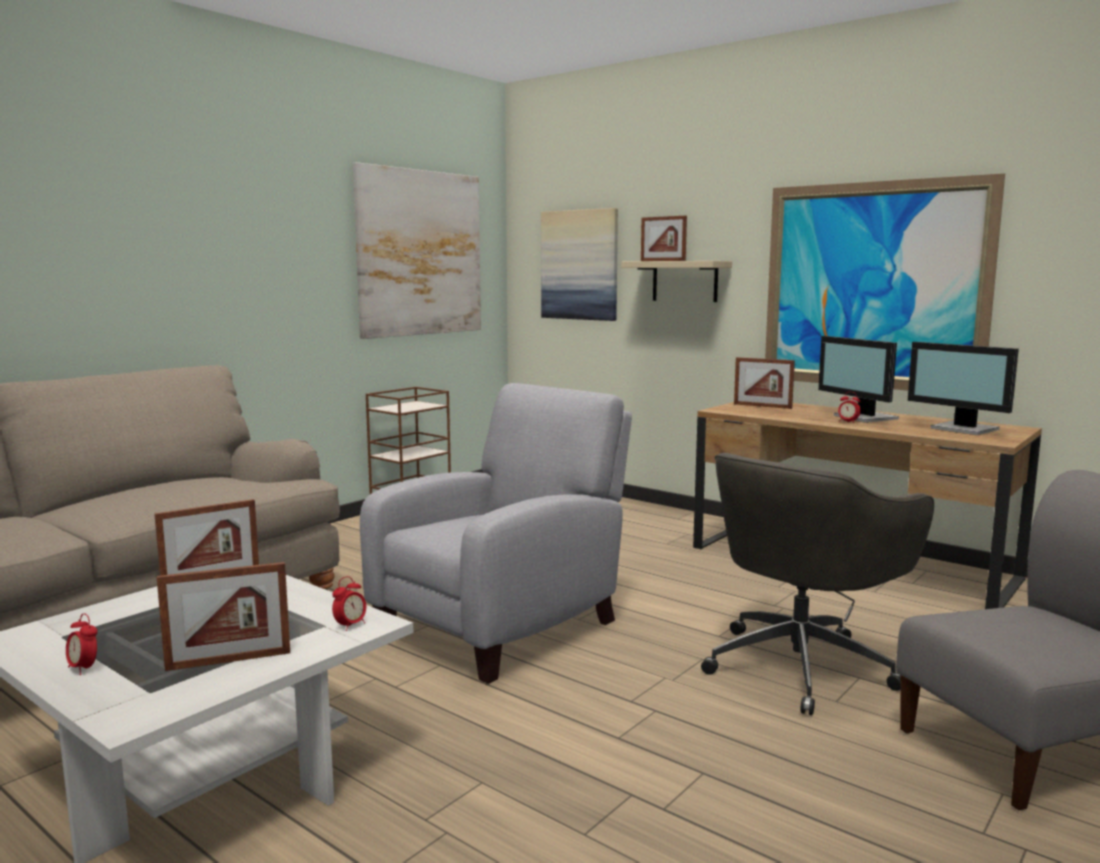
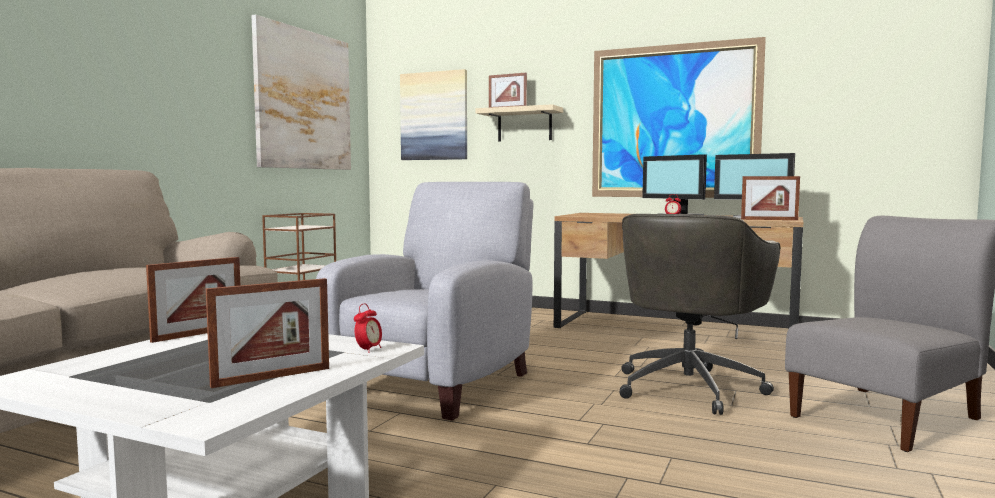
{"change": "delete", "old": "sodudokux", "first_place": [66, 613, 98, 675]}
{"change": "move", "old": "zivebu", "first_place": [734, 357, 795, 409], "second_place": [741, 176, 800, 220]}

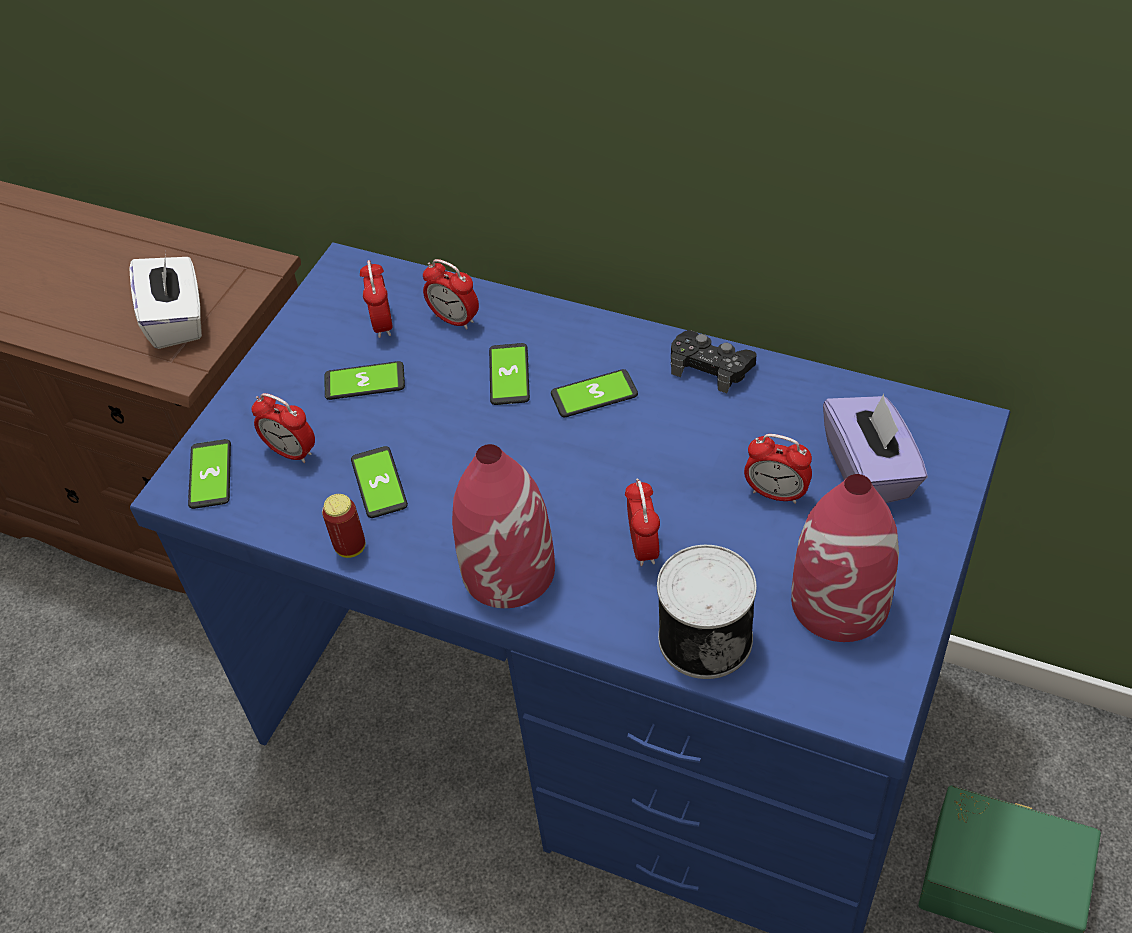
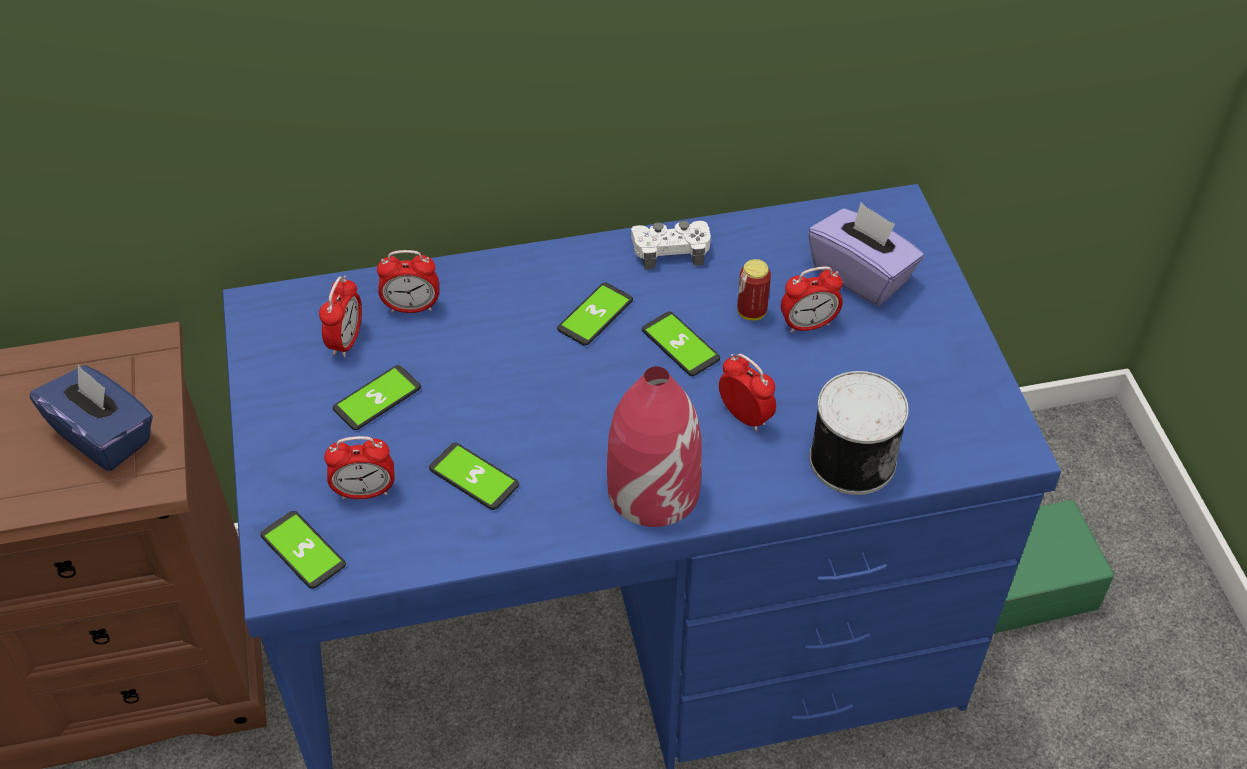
{"change": "recolor", "old": "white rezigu", "new": "blue rezigu", "first_place": [130, 251, 202, 349], "second_place": [30, 364, 153, 471]}
{"change": "move", "old": "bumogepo", "first_place": [322, 494, 365, 558], "second_place": [737, 259, 771, 321]}
{"change": "rotate", "old": "sodudokux", "first_place": [360, 260, 393, 338], "second_place": [319, 276, 362, 357], "degrees": -120}
{"change": "move", "old": "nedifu", "first_place": [489, 343, 530, 405], "second_place": [642, 311, 720, 376]}
{"change": "recolor", "old": "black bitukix", "new": "white bitukix", "first_place": [671, 330, 756, 393], "second_place": [631, 221, 711, 269]}
{"change": "delete", "old": "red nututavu", "first_place": [791, 474, 899, 642]}

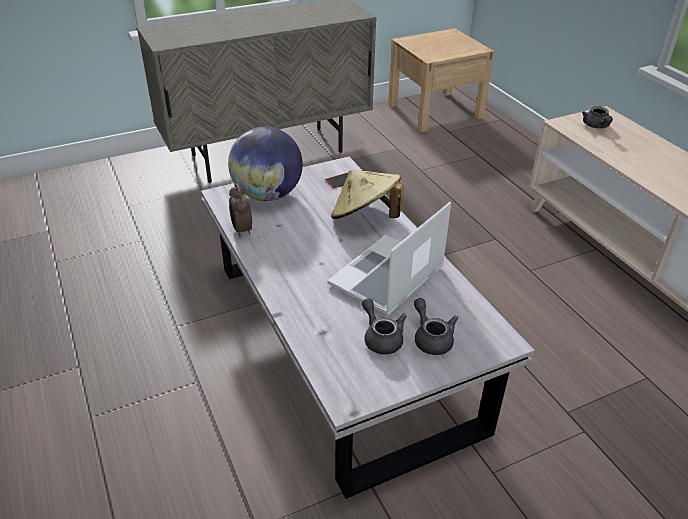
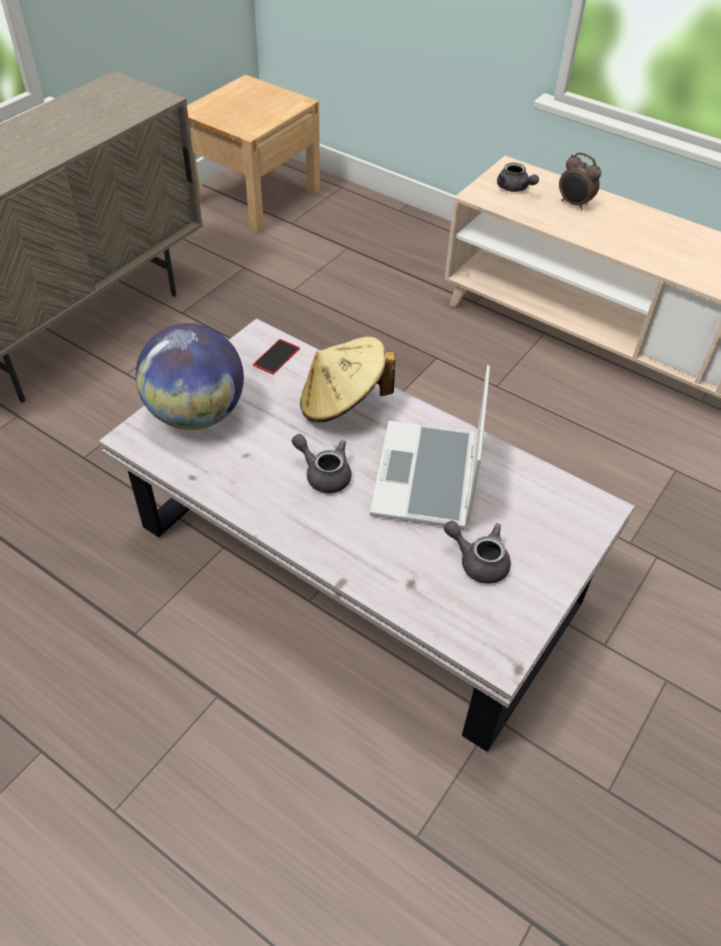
{"change": "move", "old": "sodudokux", "first_place": [229, 183, 252, 237], "second_place": [559, 152, 601, 210]}
{"change": "move", "old": "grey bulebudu", "first_place": [414, 298, 458, 355], "second_place": [292, 434, 351, 493]}

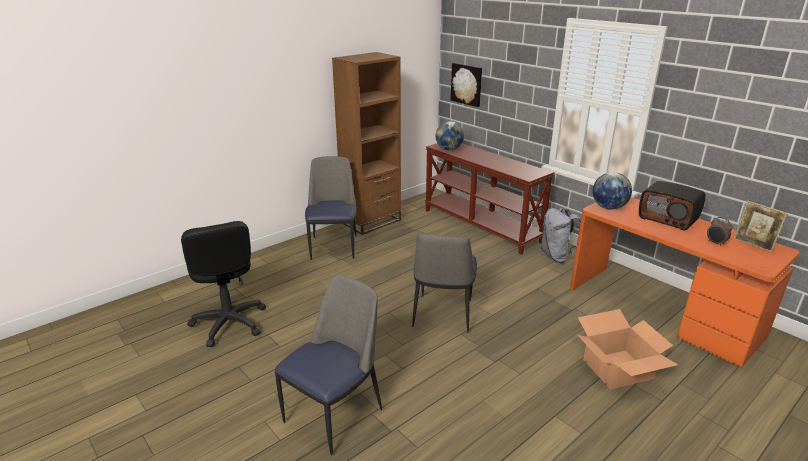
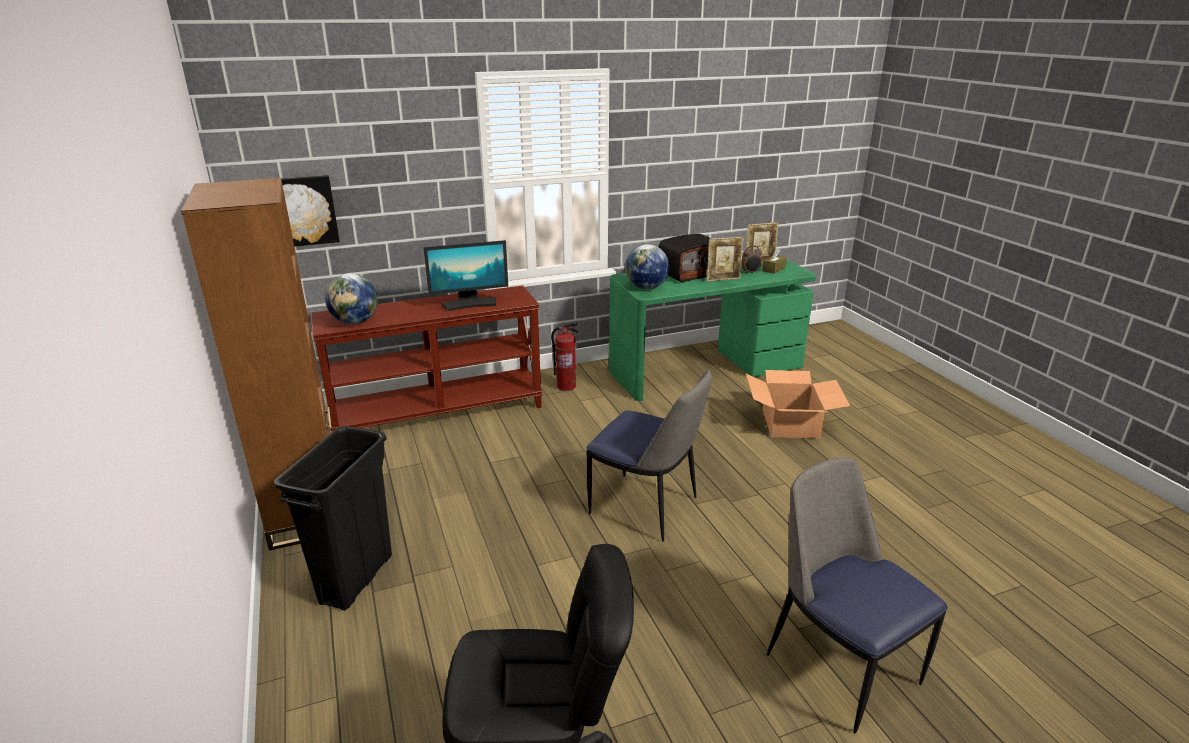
{"change": "replace", "old": "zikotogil", "new": "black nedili", "first_place": [305, 156, 357, 260], "second_place": [274, 426, 392, 611]}
{"change": "replace", "old": "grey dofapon", "new": "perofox", "first_place": [541, 208, 581, 263], "second_place": [551, 322, 579, 391]}
{"change": "recolor", "old": "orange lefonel", "new": "green lefonel", "first_place": [570, 197, 800, 367], "second_place": [609, 260, 817, 401]}
{"change": "insert", "new": "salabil", "second_place": [423, 240, 508, 311]}
{"change": "insert", "new": "zivebu", "second_place": [707, 237, 744, 282]}
{"change": "insert", "new": "brown rezigu", "second_place": [762, 249, 787, 274]}

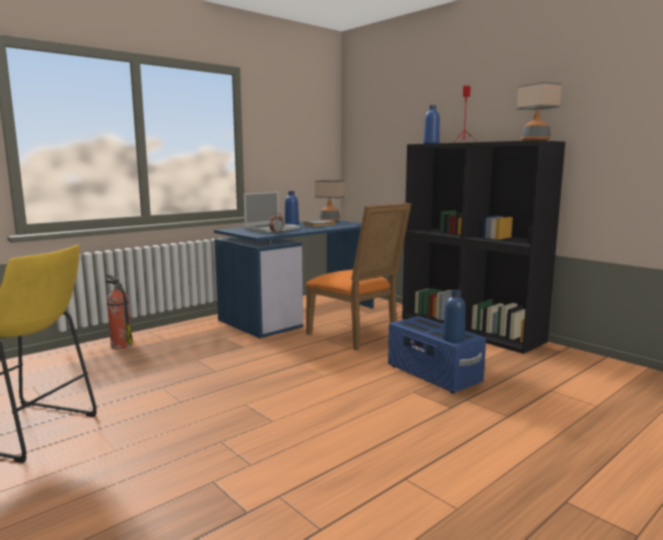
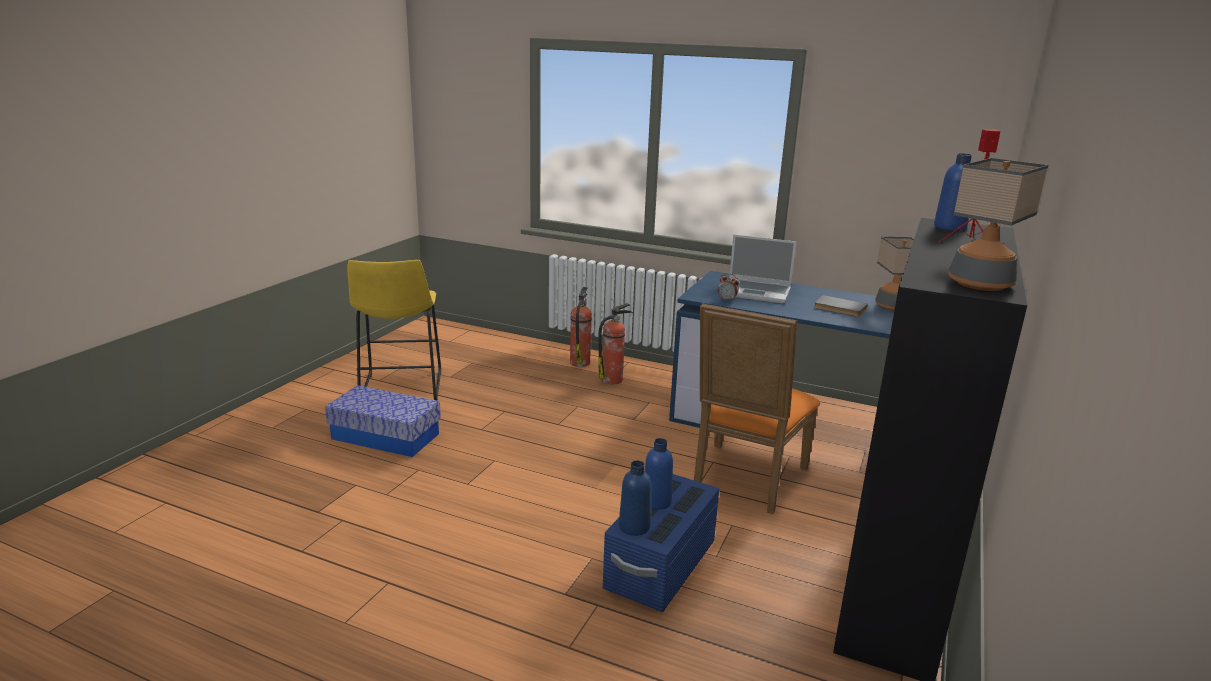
{"change": "move", "old": "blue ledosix", "first_place": [285, 191, 299, 225], "second_place": [645, 438, 673, 510]}
{"change": "insert", "new": "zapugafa", "second_place": [325, 385, 441, 457]}
{"change": "insert", "new": "perofox", "second_place": [598, 303, 633, 384]}

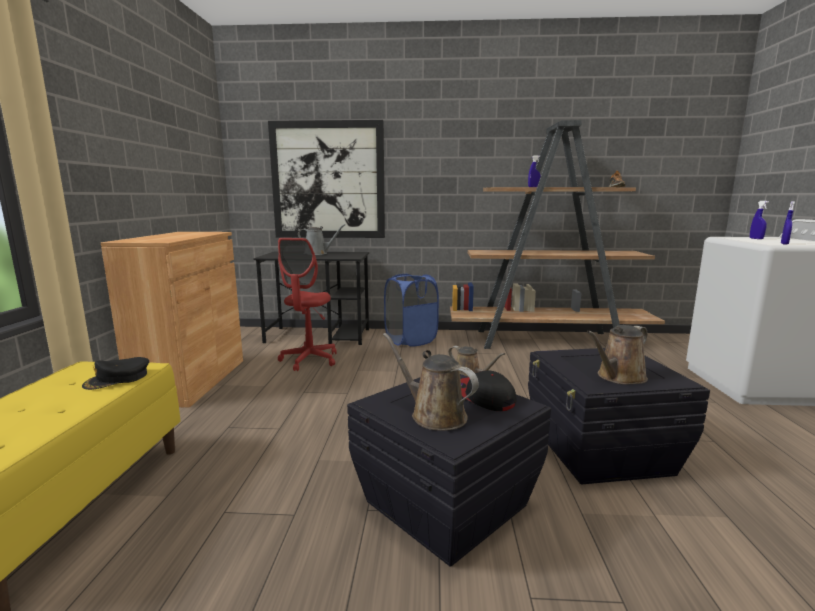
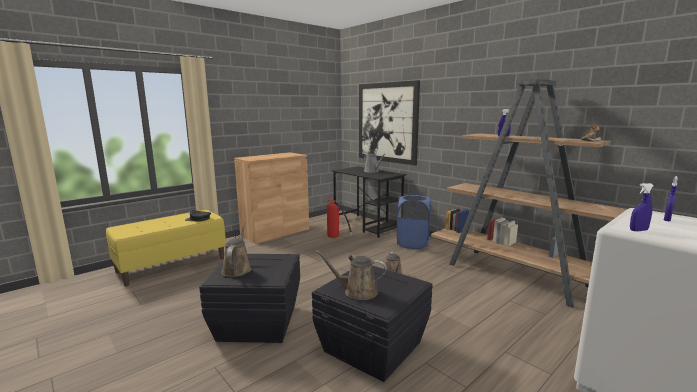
{"change": "replace", "old": "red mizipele", "new": "perofox", "first_place": [278, 238, 337, 371], "second_place": [327, 196, 352, 238]}
{"change": "delete", "old": "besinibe", "first_place": [460, 370, 517, 411]}

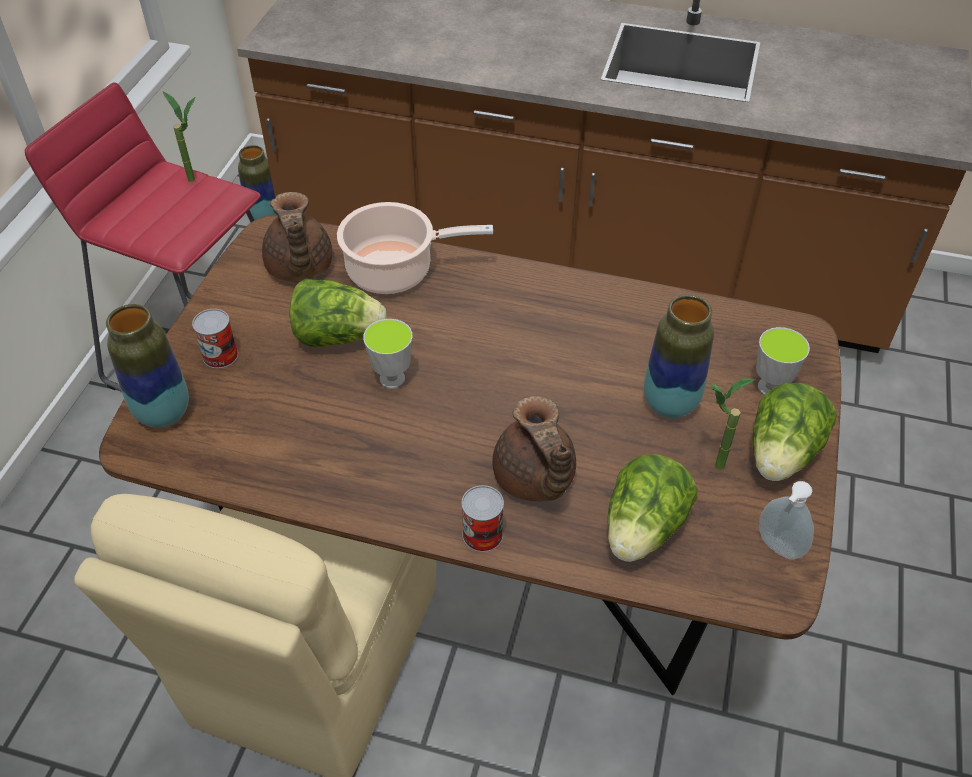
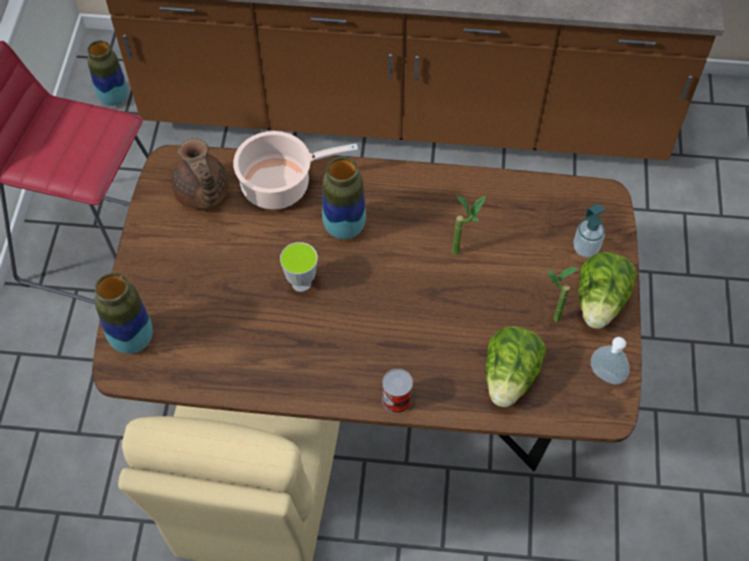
{"change": "move", "old": "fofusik", "first_place": [163, 91, 195, 182], "second_place": [452, 195, 486, 255]}
{"change": "delete", "old": "bumogepo", "first_place": [192, 309, 238, 369]}
{"change": "delete", "old": "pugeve", "first_place": [290, 279, 387, 347]}
{"change": "delete", "old": "brown bulebudu", "first_place": [492, 396, 576, 502]}
{"change": "move", "old": "nututavu", "first_place": [644, 295, 714, 418], "second_place": [322, 157, 366, 239]}
{"change": "replace", "old": "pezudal", "new": "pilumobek", "first_place": [756, 327, 810, 396], "second_place": [574, 204, 605, 257]}

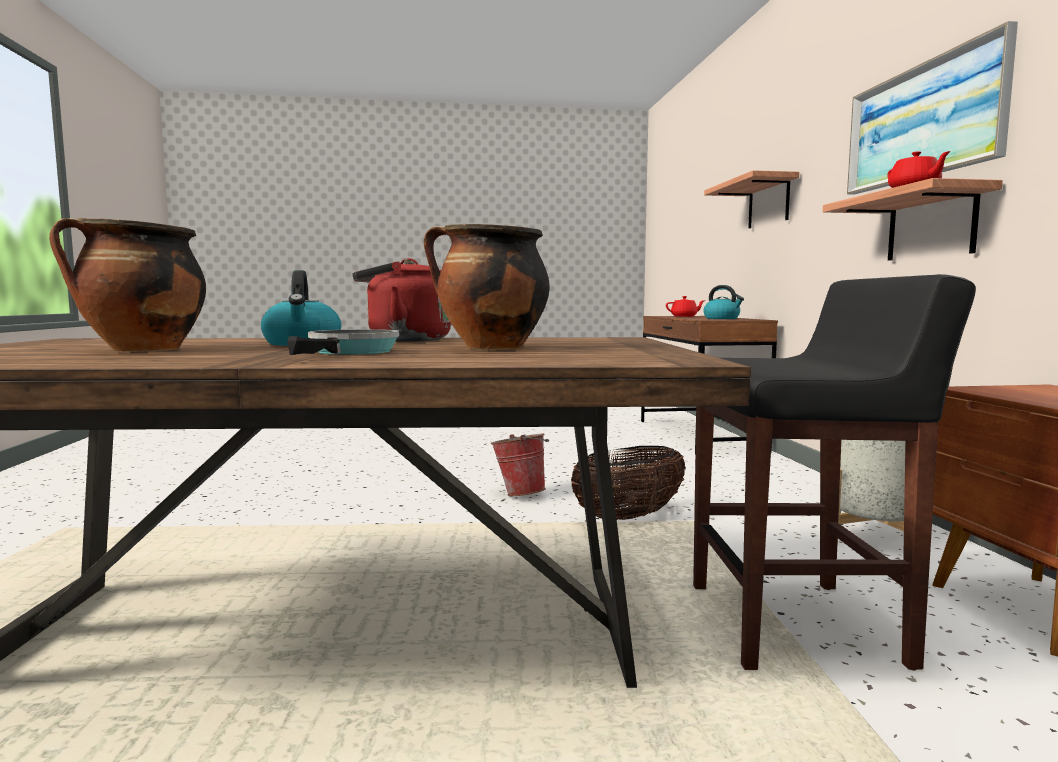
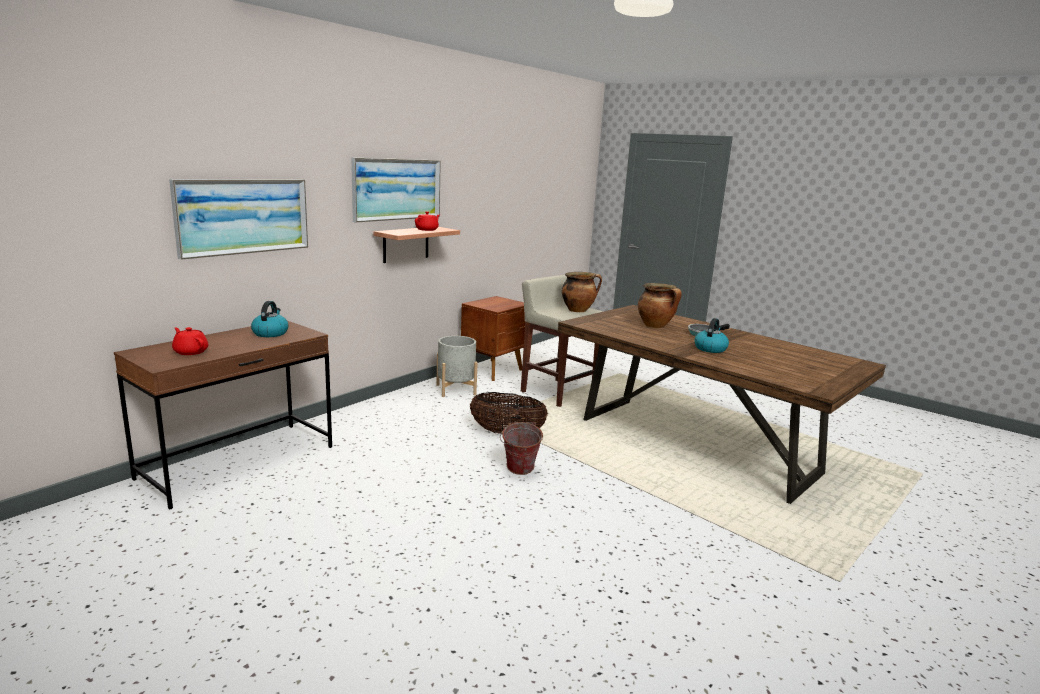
{"change": "move", "old": "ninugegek", "first_place": [49, 218, 206, 352], "second_place": [562, 272, 602, 312]}
{"change": "delete", "old": "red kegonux", "first_place": [352, 258, 451, 342]}
{"change": "recolor", "old": "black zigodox", "new": "beige zigodox", "first_place": [693, 274, 976, 670], "second_place": [521, 275, 603, 407]}
{"change": "replace", "old": "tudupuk", "new": "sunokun", "first_place": [704, 170, 799, 229], "second_place": [169, 179, 308, 260]}

